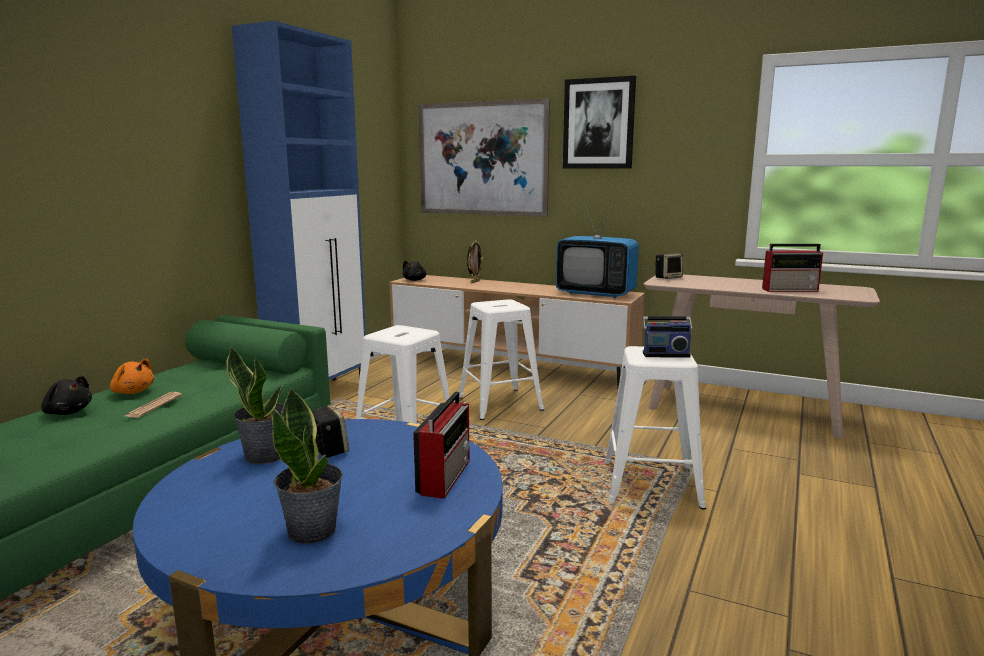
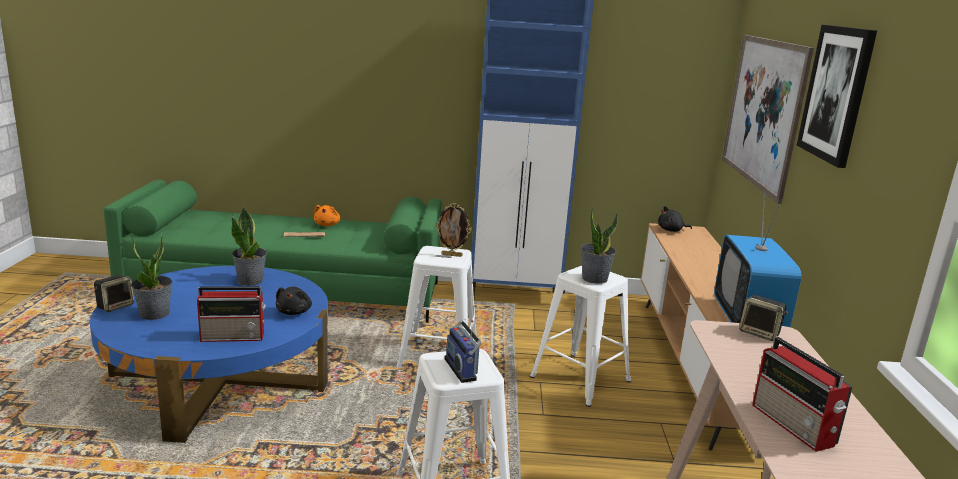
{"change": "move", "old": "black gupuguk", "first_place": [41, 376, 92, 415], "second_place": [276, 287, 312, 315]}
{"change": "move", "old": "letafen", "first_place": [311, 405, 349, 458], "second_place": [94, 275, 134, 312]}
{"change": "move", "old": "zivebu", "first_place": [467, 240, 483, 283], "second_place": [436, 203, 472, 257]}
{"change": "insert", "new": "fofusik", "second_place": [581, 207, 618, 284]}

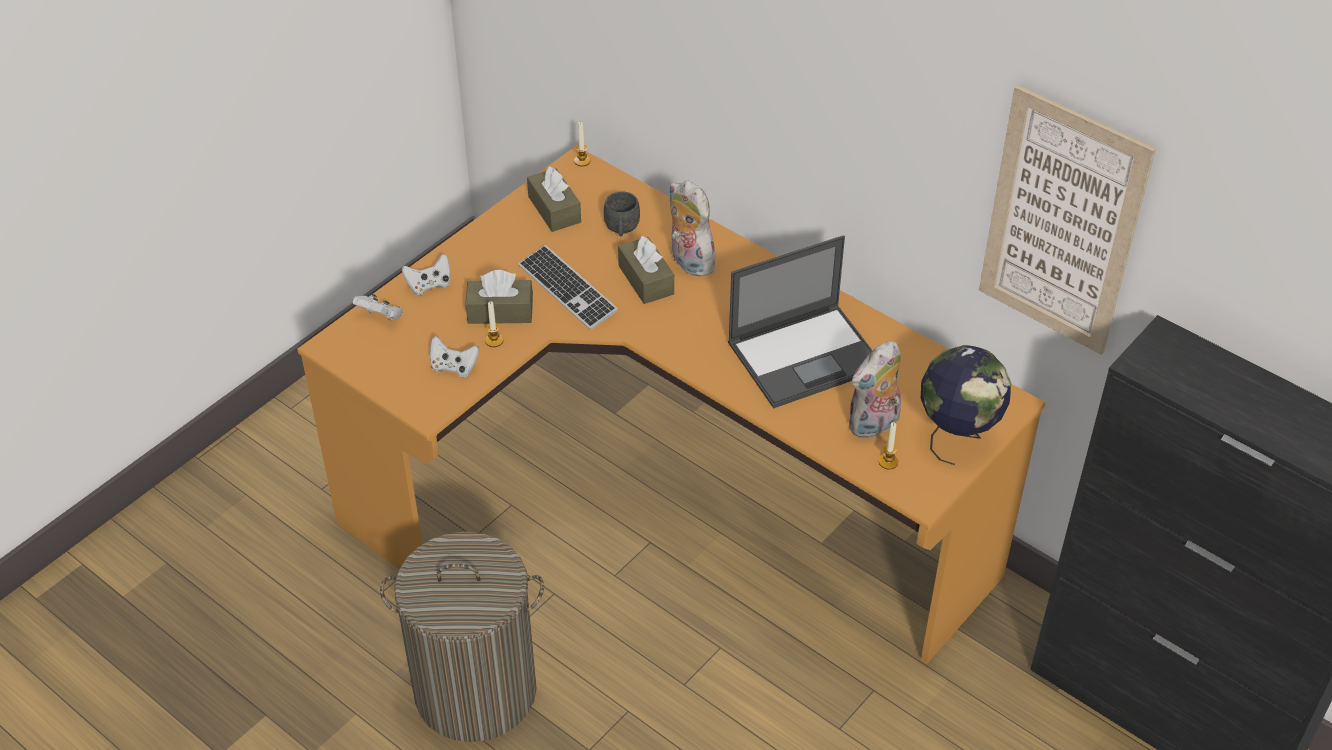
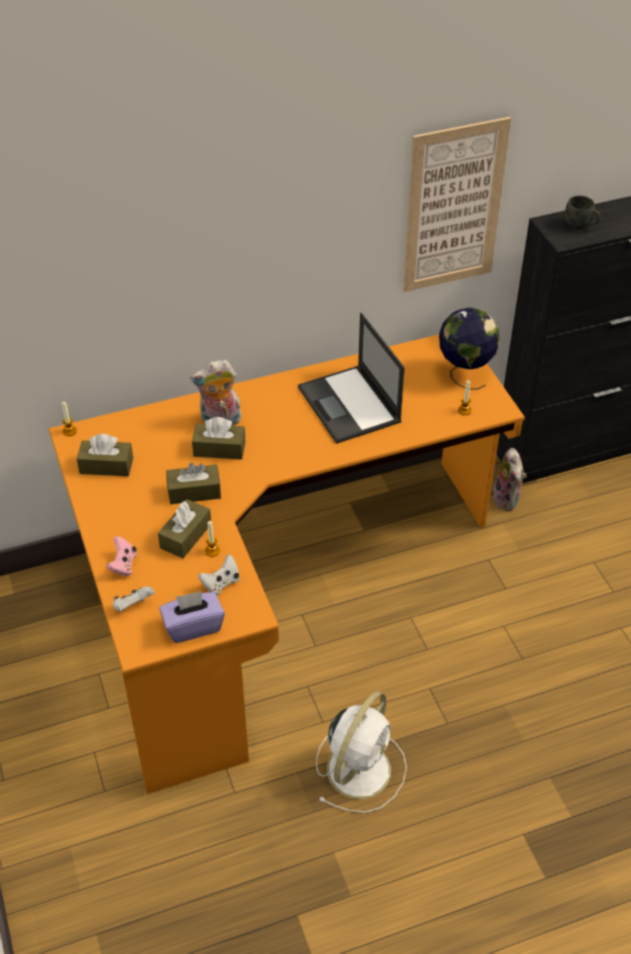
{"change": "replace", "old": "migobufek", "new": "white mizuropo", "first_place": [380, 532, 544, 742], "second_place": [316, 691, 407, 813]}
{"change": "recolor", "old": "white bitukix", "new": "pink bitukix", "first_place": [402, 254, 451, 295], "second_place": [106, 536, 137, 576]}
{"change": "replace", "old": "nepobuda", "new": "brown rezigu", "first_place": [518, 245, 618, 330], "second_place": [166, 463, 221, 504]}
{"change": "move", "old": "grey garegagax", "first_place": [604, 191, 640, 236], "second_place": [565, 195, 601, 229]}
{"change": "rotate", "old": "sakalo", "first_place": [728, 235, 872, 409], "second_place": [298, 313, 405, 444], "degrees": 150}
{"change": "move", "old": "gupuguk", "first_place": [848, 341, 901, 439], "second_place": [493, 448, 527, 511]}
{"change": "insert", "new": "purple rezigu", "second_place": [159, 591, 225, 643]}

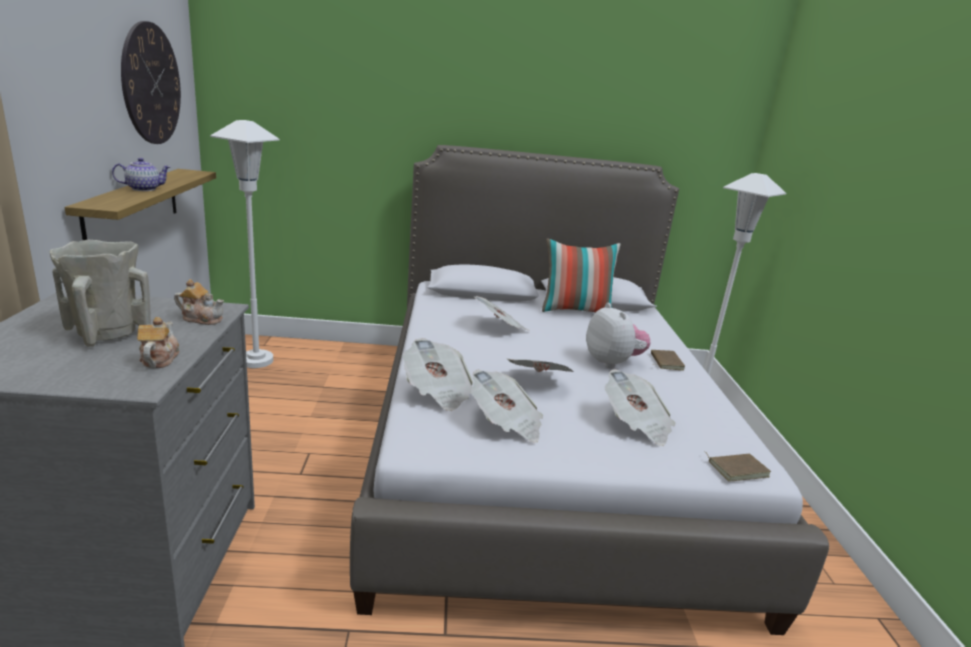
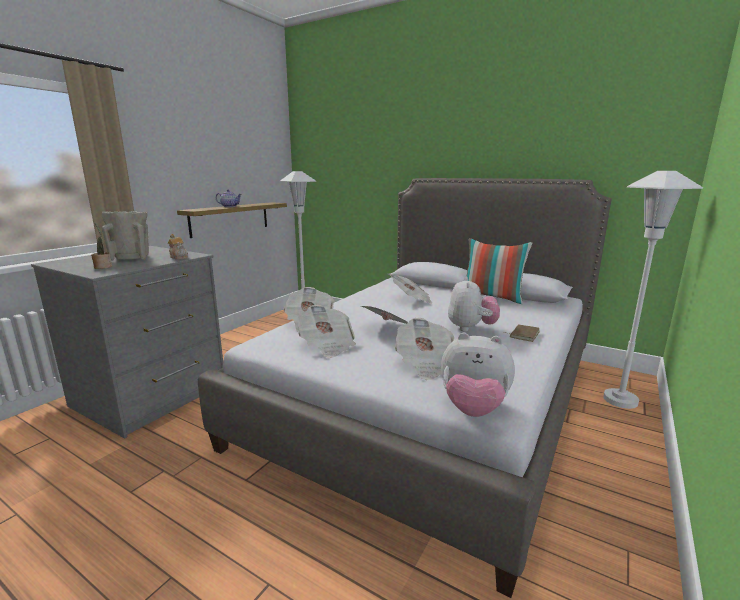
{"change": "delete", "old": "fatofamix", "first_place": [121, 21, 181, 144]}
{"change": "delete", "old": "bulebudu", "first_place": [137, 317, 180, 368]}
{"change": "replace", "old": "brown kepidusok", "new": "gupuguk", "first_place": [705, 452, 771, 481], "second_place": [441, 333, 515, 417]}
{"change": "insert", "new": "fofusik", "second_place": [91, 222, 112, 269]}

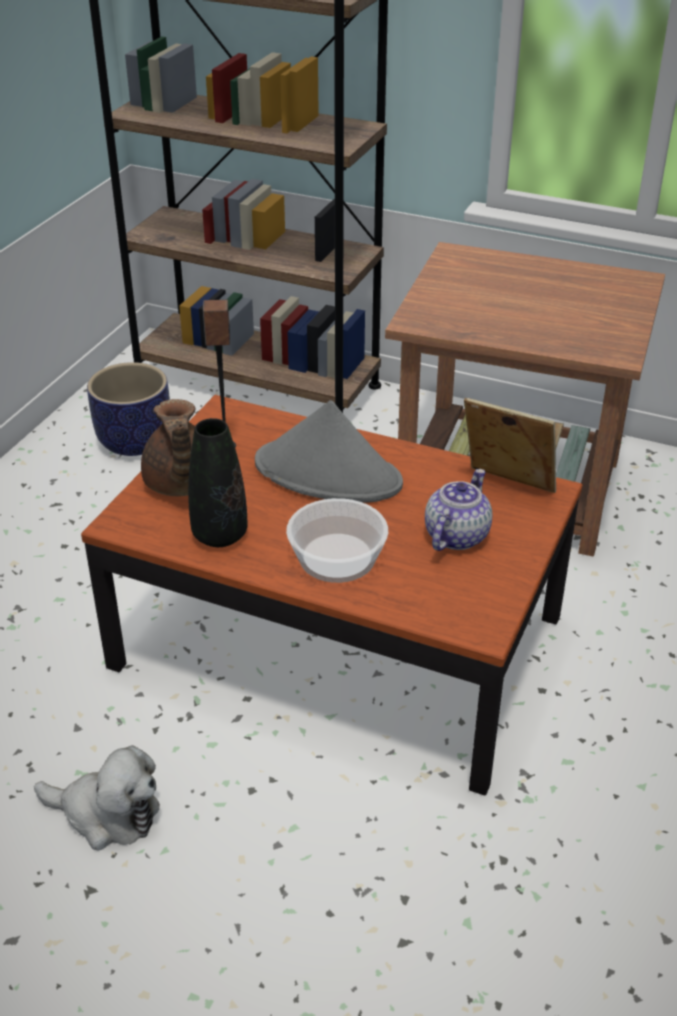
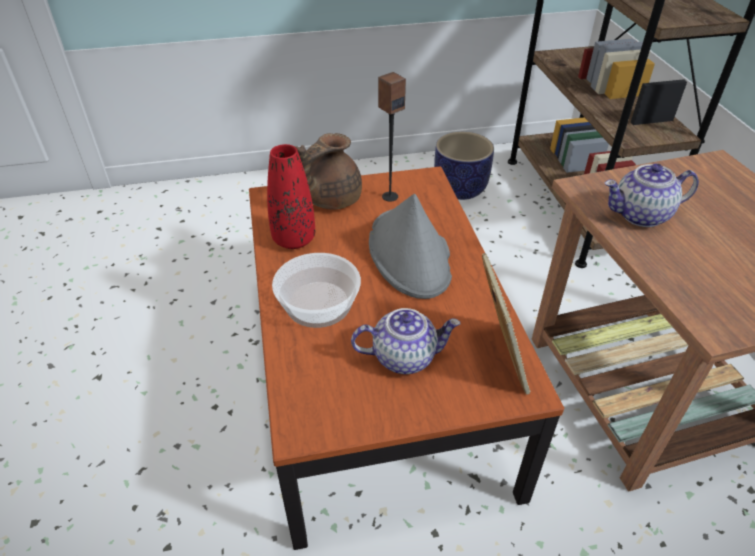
{"change": "delete", "old": "gupuguk", "first_place": [34, 745, 160, 850]}
{"change": "recolor", "old": "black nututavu", "new": "red nututavu", "first_place": [188, 418, 247, 547], "second_place": [267, 144, 315, 249]}
{"change": "insert", "new": "bulebudu", "second_place": [605, 164, 699, 227]}

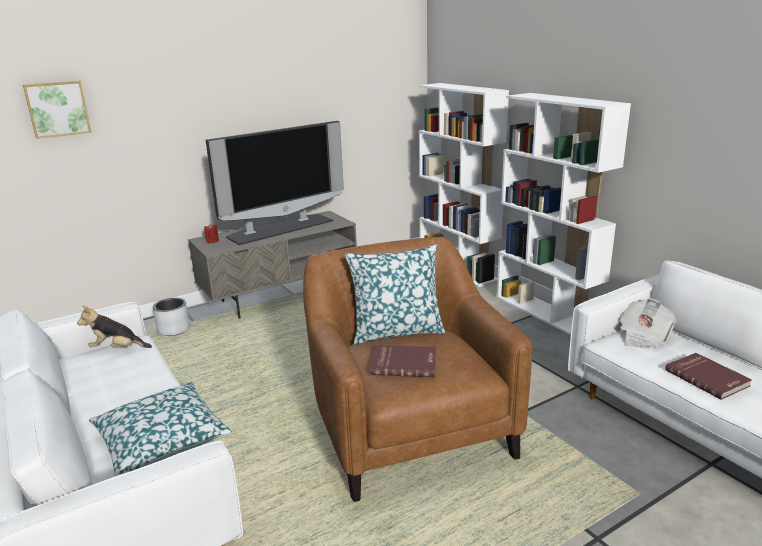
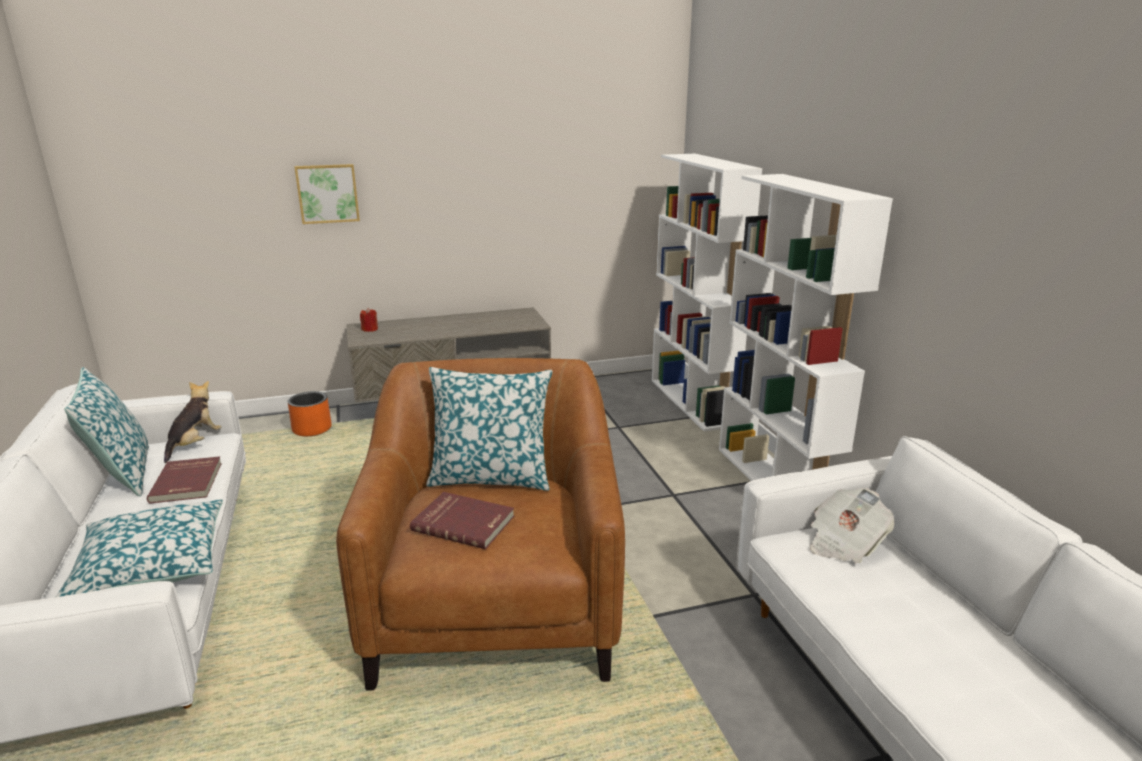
{"change": "move", "old": "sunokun", "first_place": [23, 81, 92, 139], "second_place": [295, 164, 360, 224]}
{"change": "rotate", "old": "gupuguk", "first_place": [77, 305, 152, 348], "second_place": [164, 381, 222, 463], "degrees": 90}
{"change": "recolor", "old": "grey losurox", "new": "orange losurox", "first_place": [153, 298, 190, 336], "second_place": [288, 391, 332, 436]}
{"change": "delete", "old": "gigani", "first_place": [206, 121, 344, 245]}
{"change": "move", "old": "red kepidusok", "first_place": [665, 353, 752, 400], "second_place": [147, 456, 222, 504]}
{"change": "insert", "new": "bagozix", "second_place": [64, 367, 149, 497]}

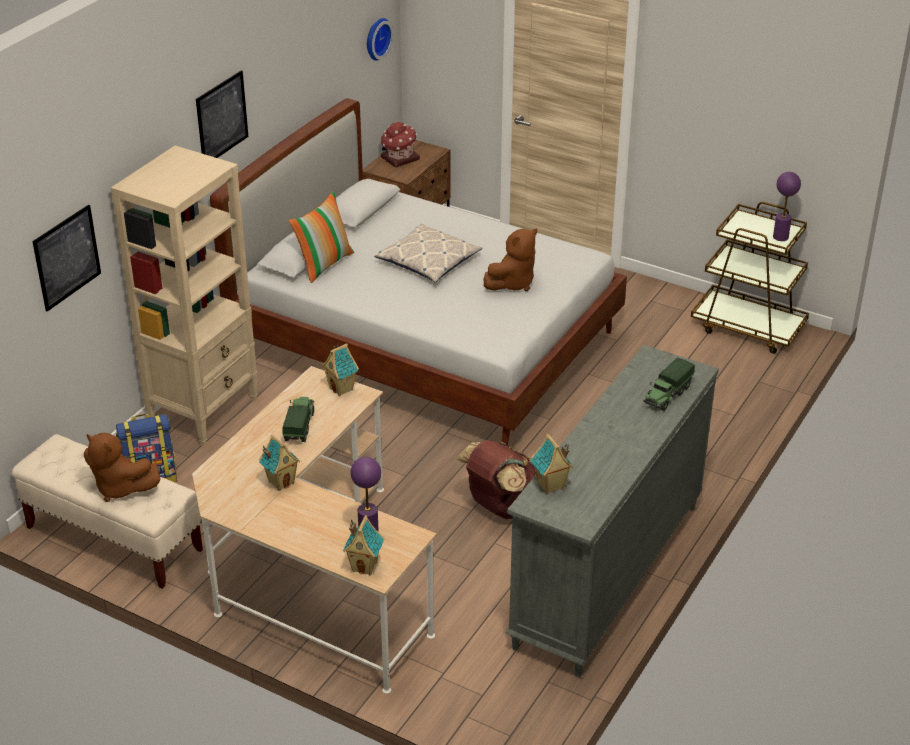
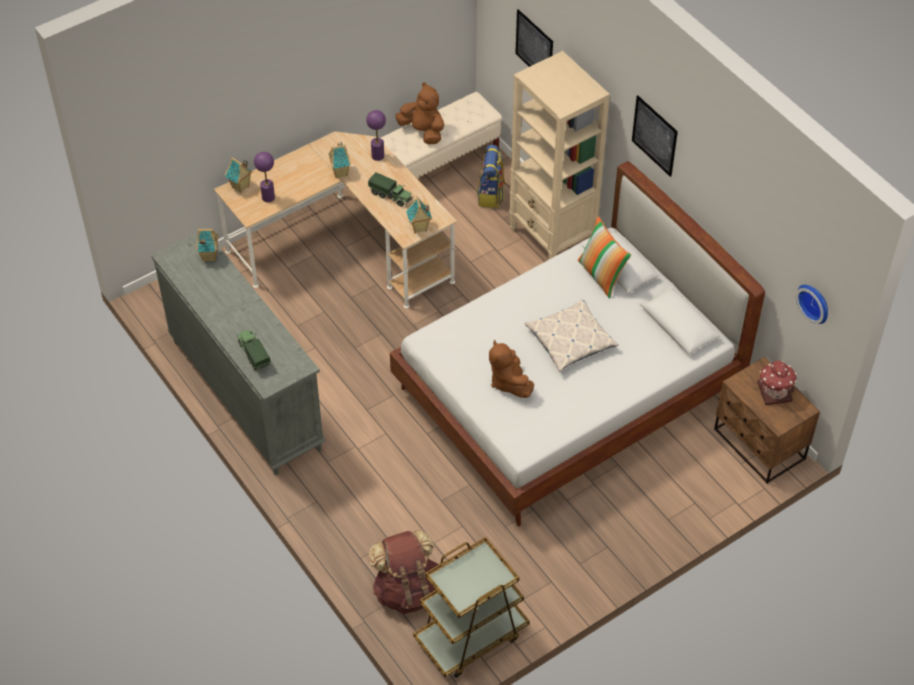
{"change": "rotate", "old": "brown gupuguk", "first_place": [84, 433, 160, 502], "second_place": [396, 82, 444, 145], "degrees": 75}
{"change": "move", "old": "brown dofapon", "first_place": [456, 440, 536, 519], "second_place": [368, 530, 439, 614]}
{"change": "move", "old": "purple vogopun", "first_place": [773, 172, 801, 241], "second_place": [366, 110, 386, 161]}

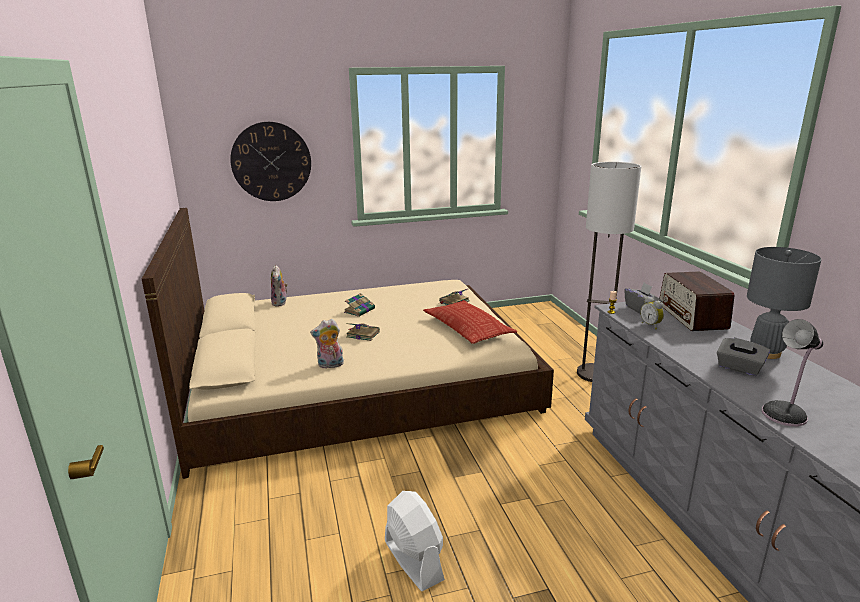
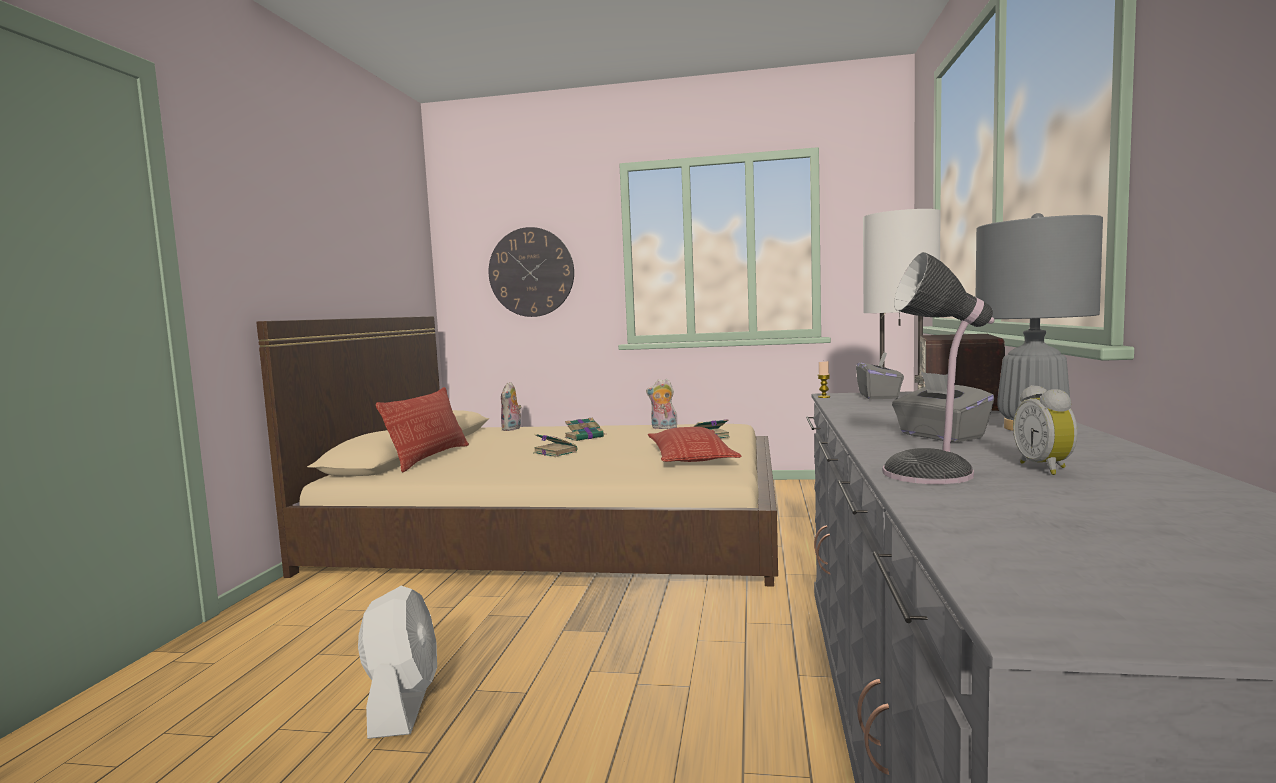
{"change": "move", "old": "gupuguk", "first_place": [310, 319, 344, 369], "second_place": [646, 379, 677, 429]}
{"change": "move", "old": "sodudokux", "first_place": [640, 297, 664, 329], "second_place": [1013, 385, 1078, 475]}
{"change": "insert", "new": "bagozix", "second_place": [376, 387, 469, 472]}

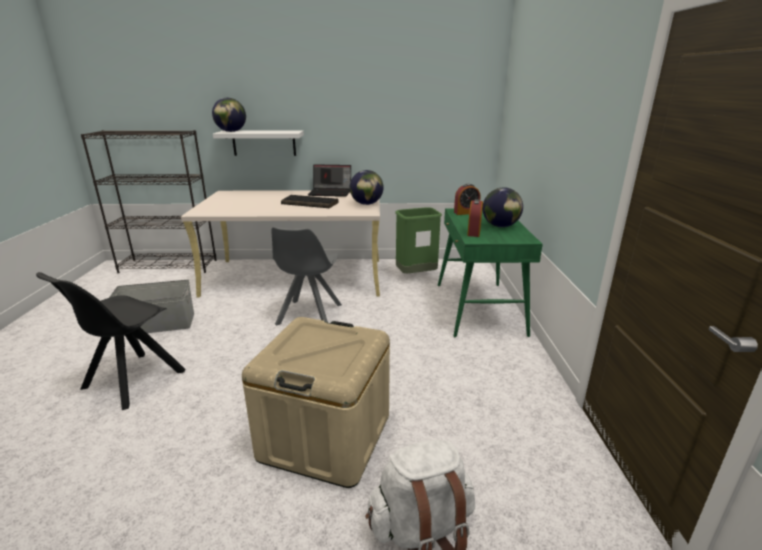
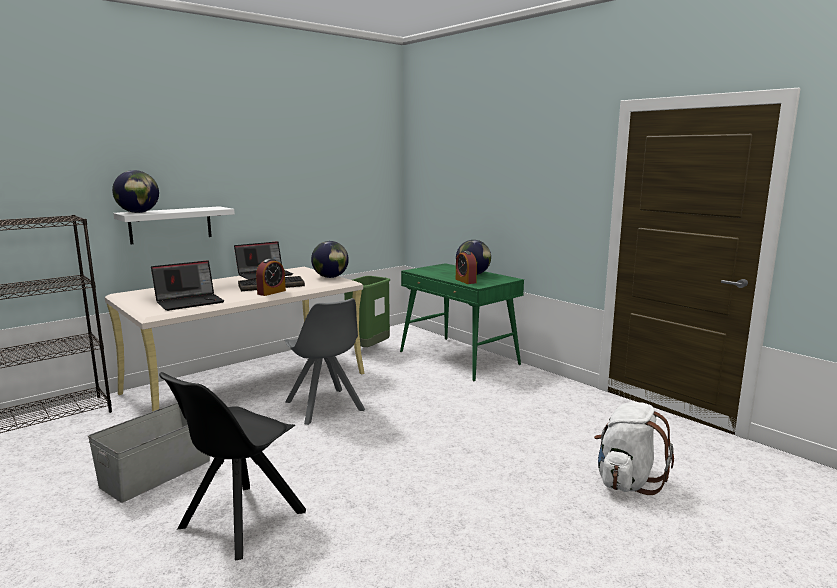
{"change": "rotate", "old": "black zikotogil", "first_place": [36, 272, 185, 410], "second_place": [159, 372, 306, 561], "degrees": 45}
{"change": "delete", "old": "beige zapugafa", "first_place": [242, 317, 390, 488]}
{"change": "move", "old": "sodudokux", "first_place": [454, 184, 481, 215], "second_place": [256, 259, 286, 296]}
{"change": "insert", "new": "sakalo", "second_place": [151, 260, 224, 311]}

